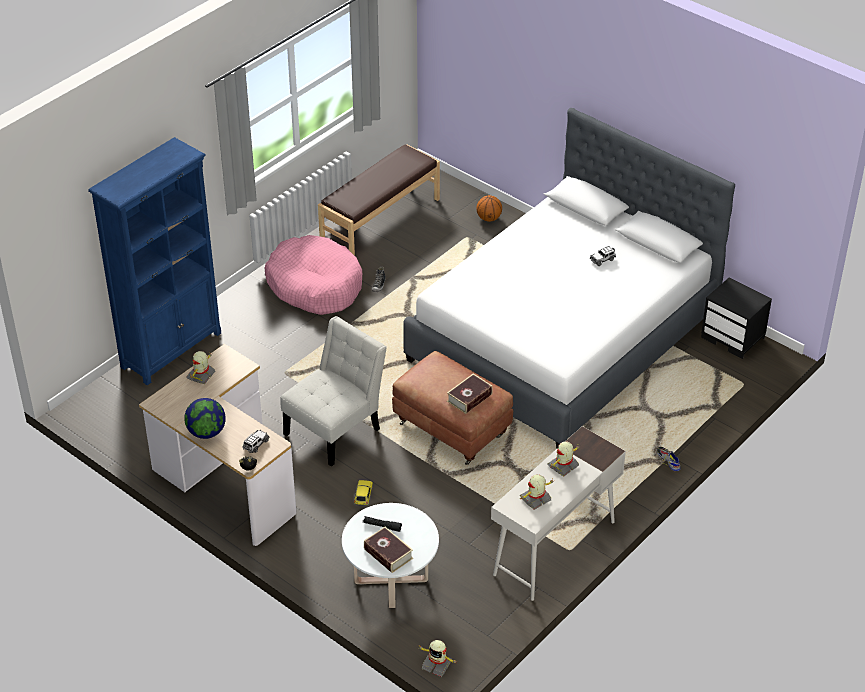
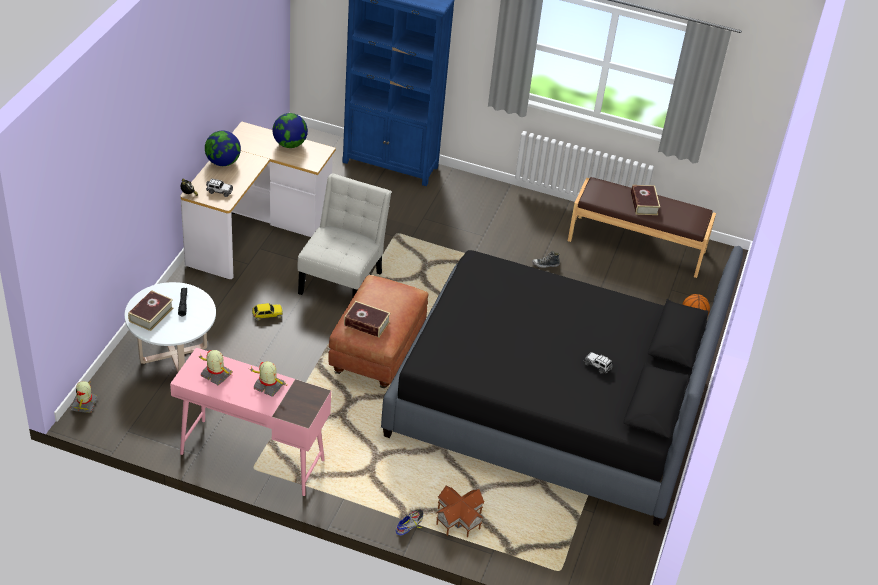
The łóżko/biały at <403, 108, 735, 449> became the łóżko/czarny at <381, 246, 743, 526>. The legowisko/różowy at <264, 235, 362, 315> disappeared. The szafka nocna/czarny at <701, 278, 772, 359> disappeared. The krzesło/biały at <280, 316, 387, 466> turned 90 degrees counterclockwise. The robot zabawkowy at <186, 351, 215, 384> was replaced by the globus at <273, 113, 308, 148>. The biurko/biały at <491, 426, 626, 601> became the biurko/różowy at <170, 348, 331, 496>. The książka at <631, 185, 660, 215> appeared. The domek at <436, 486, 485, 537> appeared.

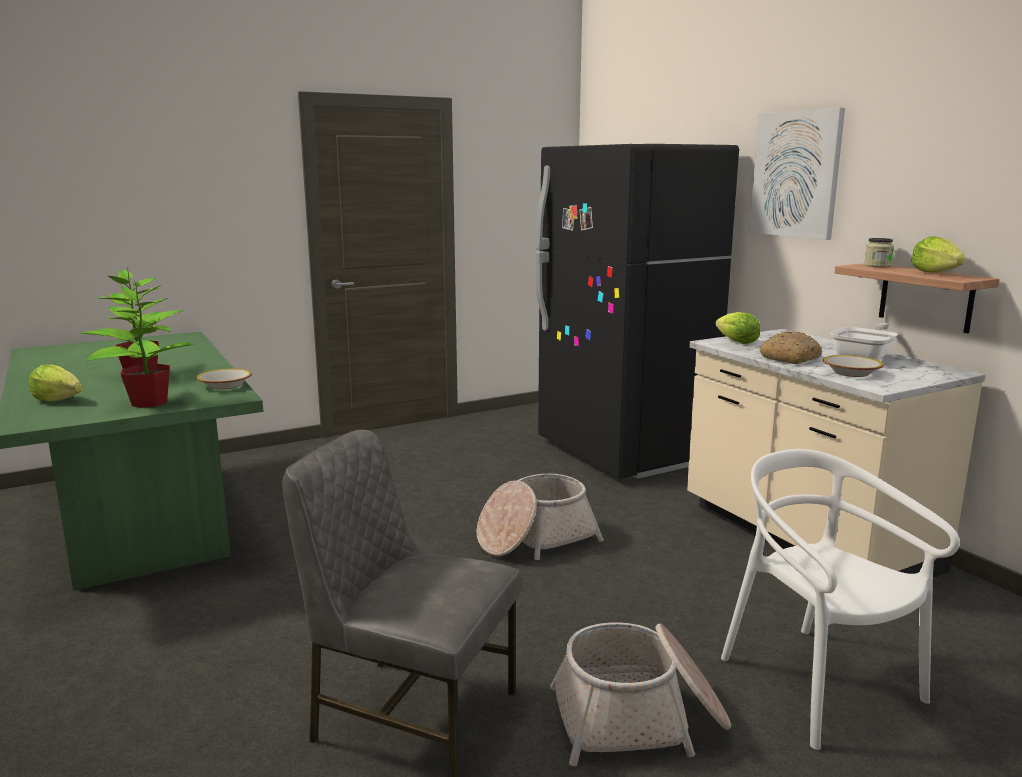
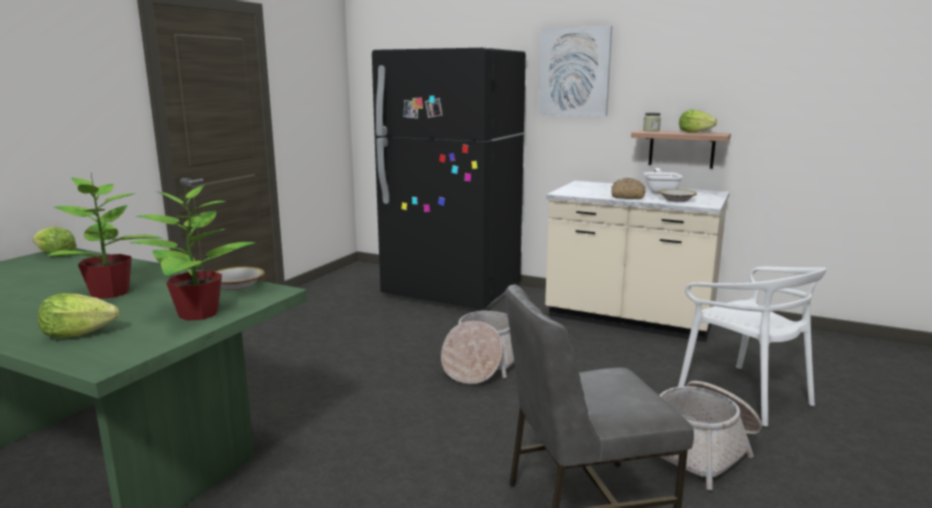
The sałata moved from <715, 312, 760, 344> to <32, 227, 77, 257>. The krzesło/biały at <721, 449, 960, 750> turned 150 degrees counterclockwise.

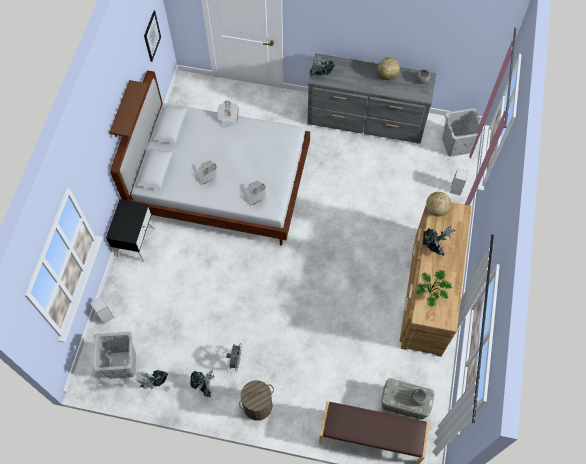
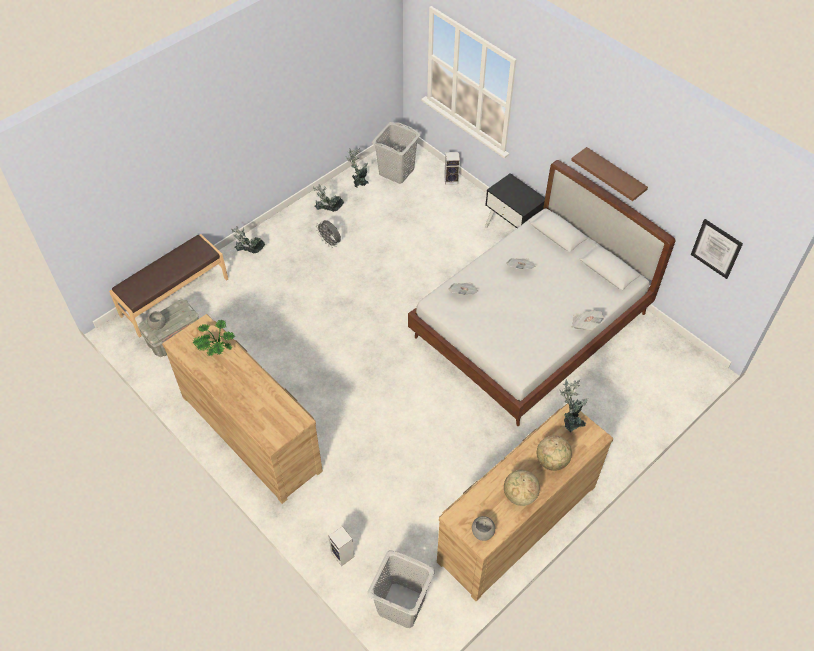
The komoda/szary at <307, 53, 436, 144> became the komoda/brązowy at <437, 403, 613, 601>. The globus moved from <426, 192, 451, 216> to <537, 435, 572, 471>. The roślina doniczkowa moved from <423, 225, 456, 256> to <231, 226, 265, 254>. The kosz na pranie at <239, 380, 274, 421> disappeared.

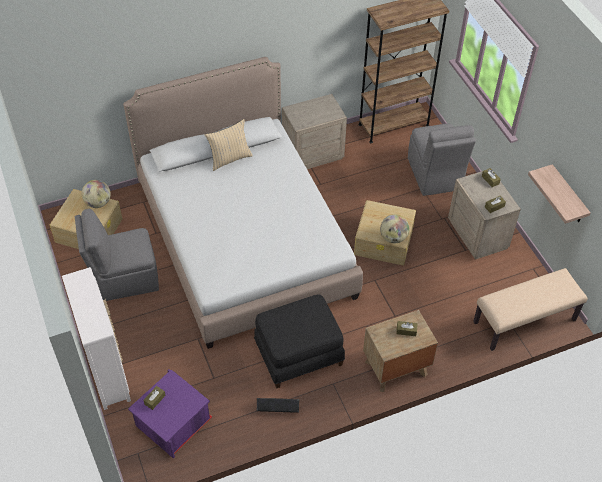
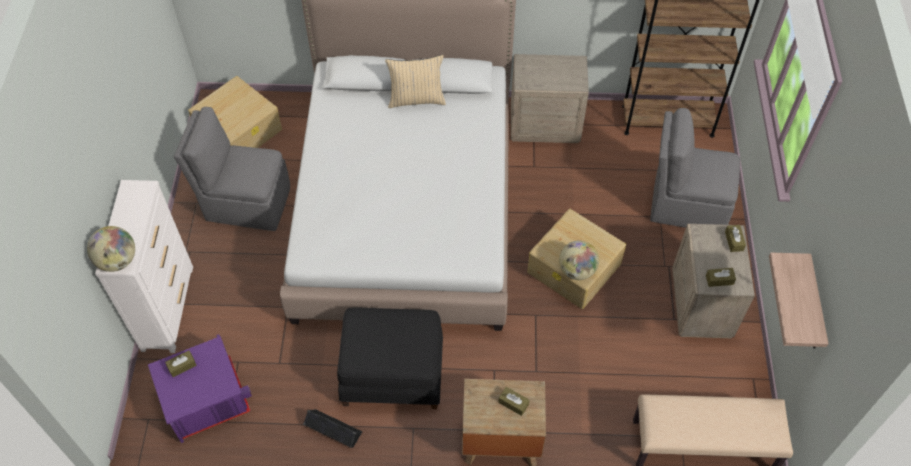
The krzesło/szary at <408, 124, 476, 196> turned 90 degrees clockwise. The globus moved from <82, 180, 111, 208> to <87, 226, 135, 272>.

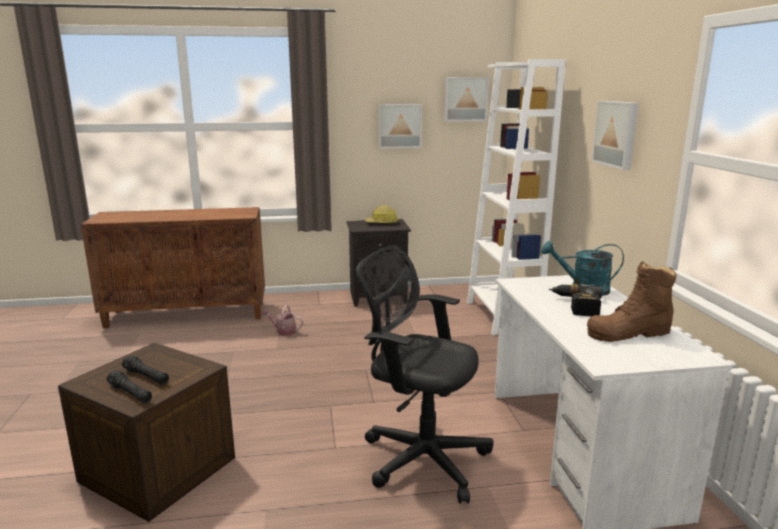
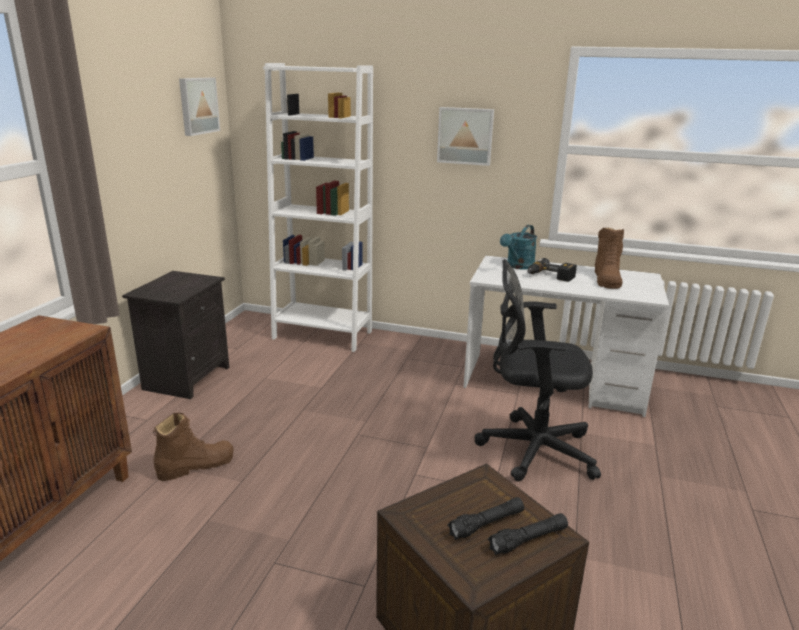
The obraz at <379, 104, 422, 149> disappeared. The kask at <365, 206, 398, 224> disappeared. The krzesło biurowe/czarny at <356, 245, 493, 504> turned 45 degrees clockwise. The konewka at <262, 305, 303, 336> was replaced by the but z cholewką/brązowy at <153, 413, 234, 481>.

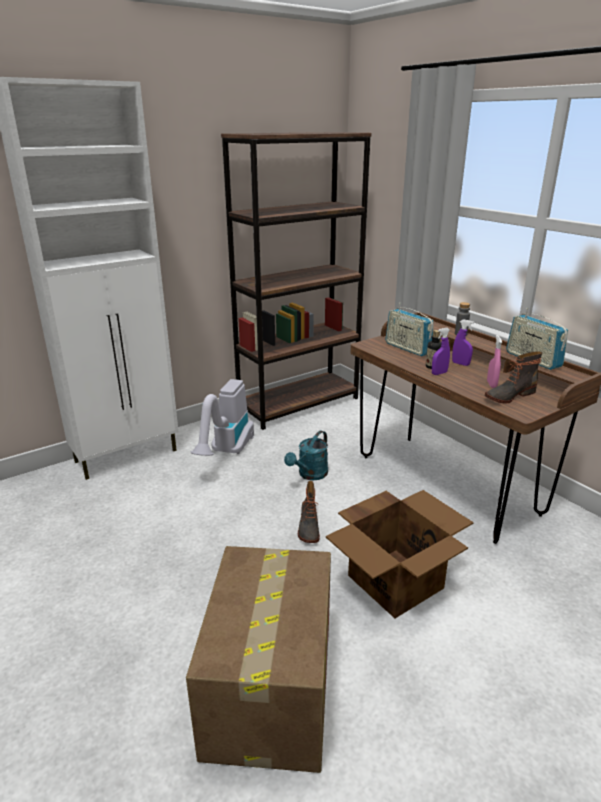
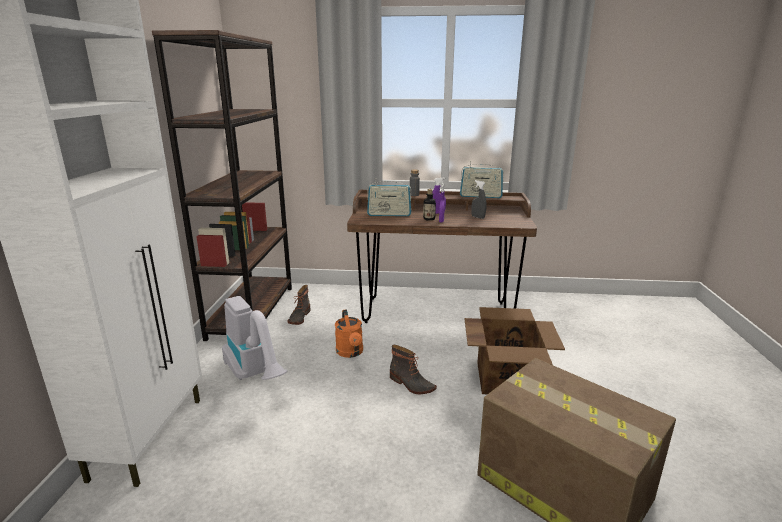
The spryskiwacz/różowy at <487, 335, 502, 388> became the spryskiwacz/szary at <471, 180, 487, 219>. The but z cholewką moved from <485, 351, 542, 404> to <288, 285, 311, 325>. The konewka/turkusowy at <284, 430, 328, 480> became the konewka/pomarańczowy at <335, 309, 363, 358>.

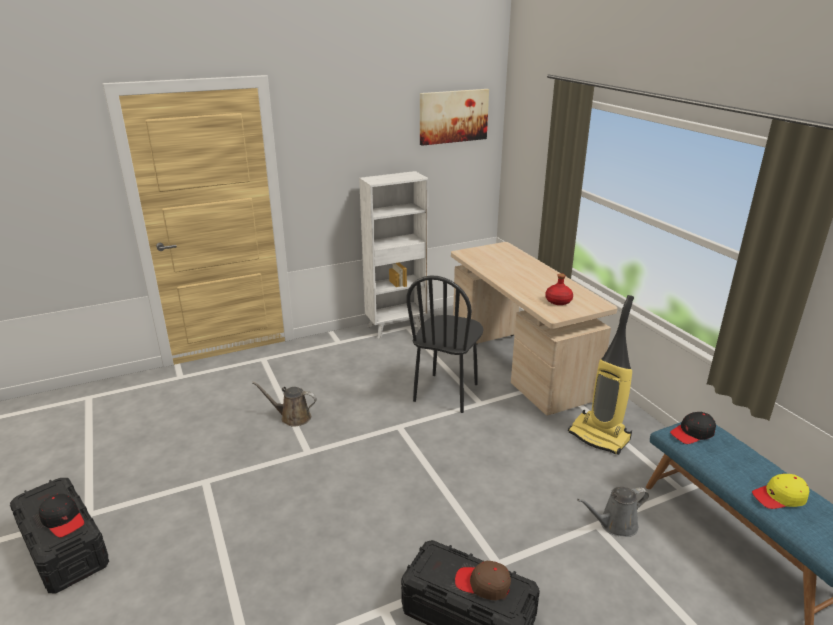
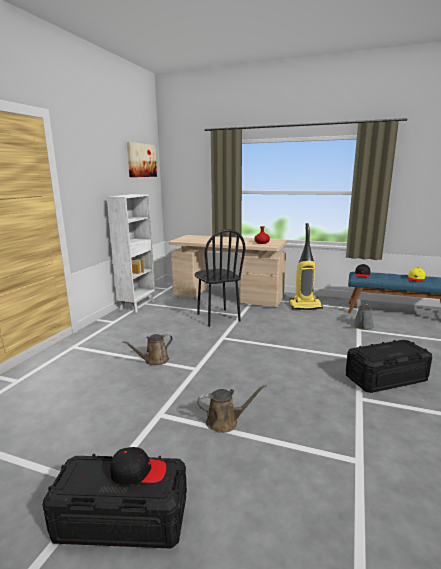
The czapka z daszkiem/brązowy at <455, 561, 511, 600> disappeared. The konewka/brązowy at <197, 384, 266, 433> appeared.

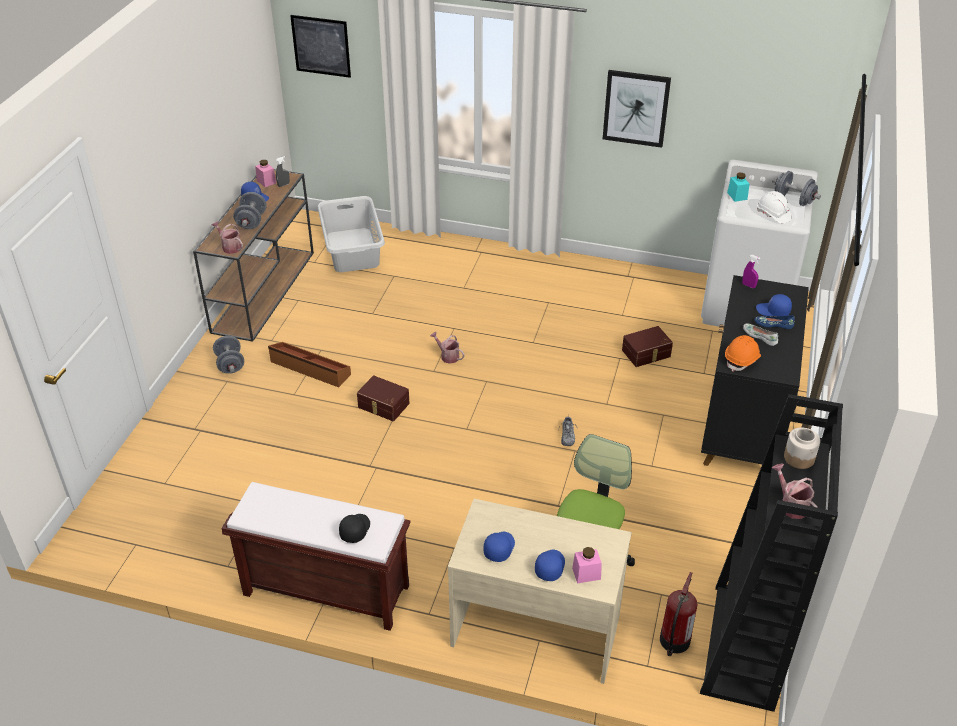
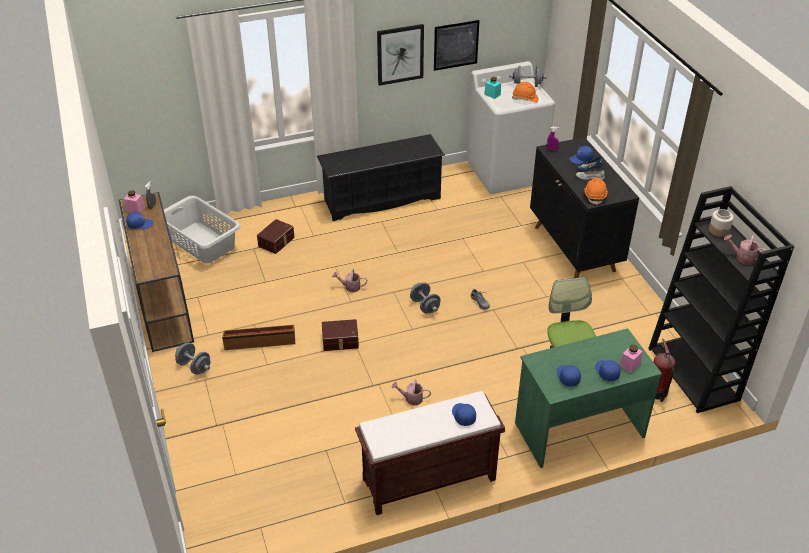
The obraz moved from <290, 15, 351, 78> to <434, 20, 479, 71>. The kask/biały at <757, 191, 792, 224> became the kask/pomarańczowy at <512, 82, 539, 103>. The hantel/szary moved from <233, 192, 267, 229> to <410, 282, 441, 313>. The konewka moved from <212, 221, 243, 254> to <392, 379, 431, 406>. The pojemnik do przechowywania/brązowy moved from <622, 326, 673, 367> to <257, 219, 294, 254>. The biurko/beżowy at <448, 499, 632, 684> became the biurko/zielony at <515, 328, 662, 468>. The czapka z daszkiem/czarny at <339, 514, 370, 543> became the czapka z daszkiem/niebieski at <452, 403, 476, 426>. The regał na buty/czarny at <317, 134, 445, 221> appeared.

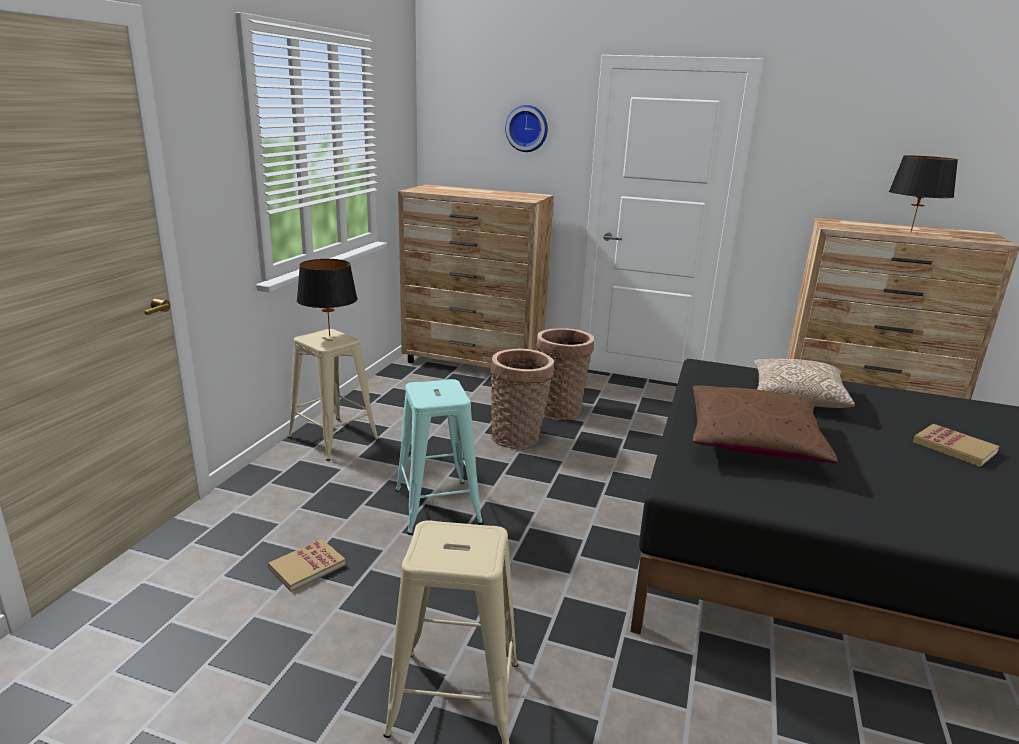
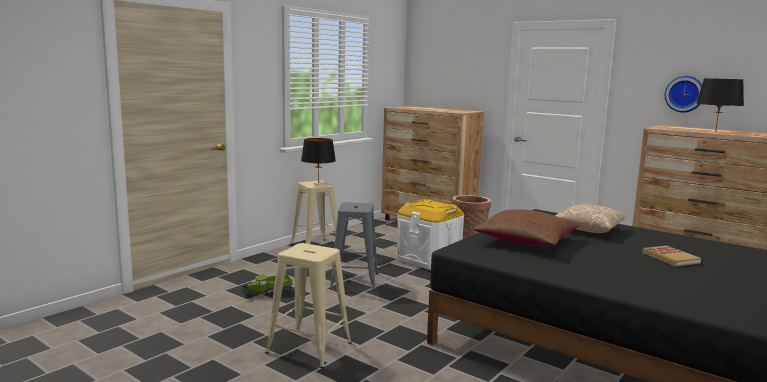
The zegar ścienny moved from <505, 105, 548, 152> to <665, 76, 702, 113>. The koszyk at <490, 349, 554, 448> was replaced by the pojemnik do przechowywania/biały at <396, 199, 464, 270>. The stołek/turkusowy at <395, 379, 483, 535> became the stołek/szary at <329, 202, 379, 291>. The książka at <268, 539, 346, 592> was replaced by the ciężarówka zabawkowa at <242, 274, 293, 299>.

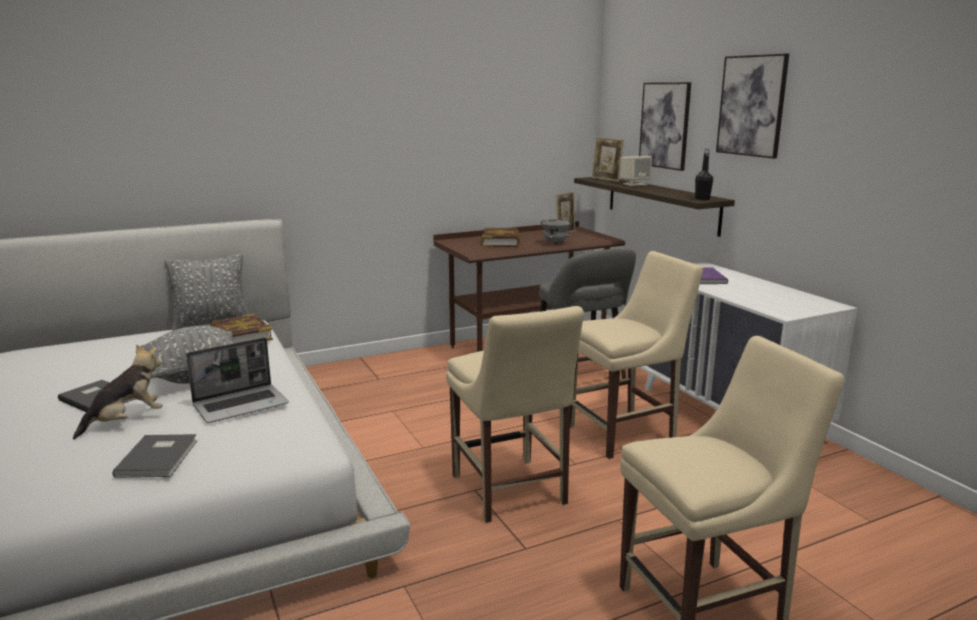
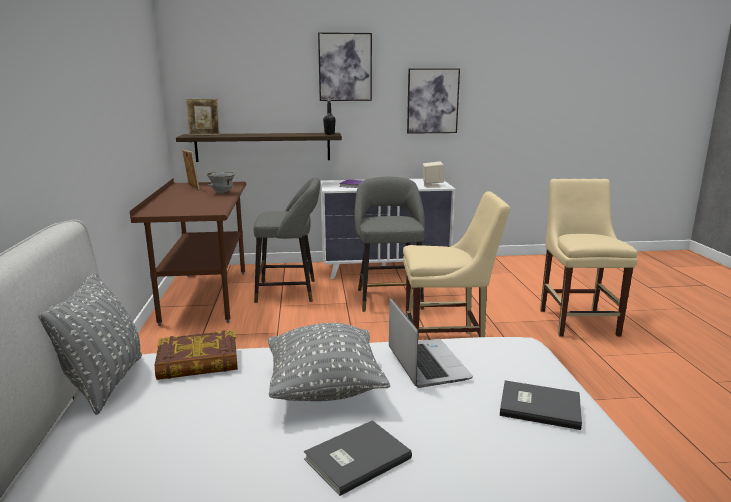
The obraz moved from <639, 82, 691, 171> to <407, 68, 460, 134>. The głośnik/beżowy moved from <621, 156, 652, 186> to <422, 161, 445, 188>. The książka at <482, 228, 520, 247> disappeared. The krzesło/beżowy at <570, 251, 703, 459> was replaced by the stołek/szary at <354, 177, 425, 312>. The pluszak at <73, 344, 163, 439> disappeared.

